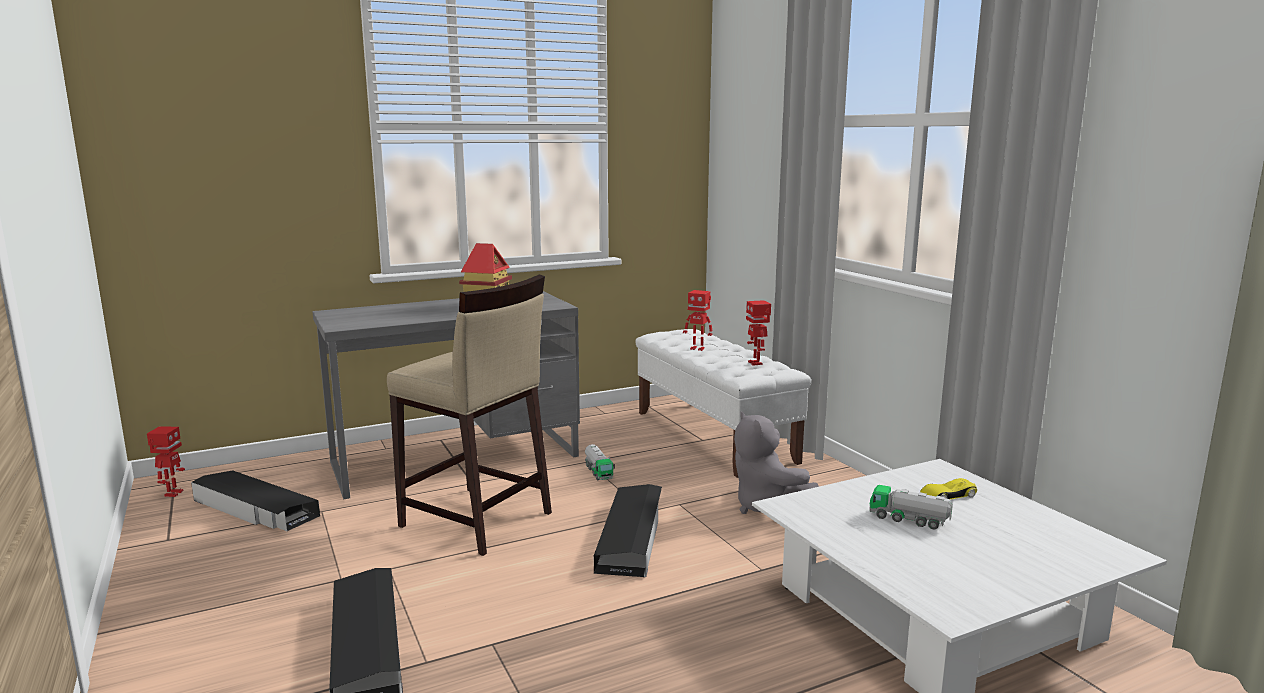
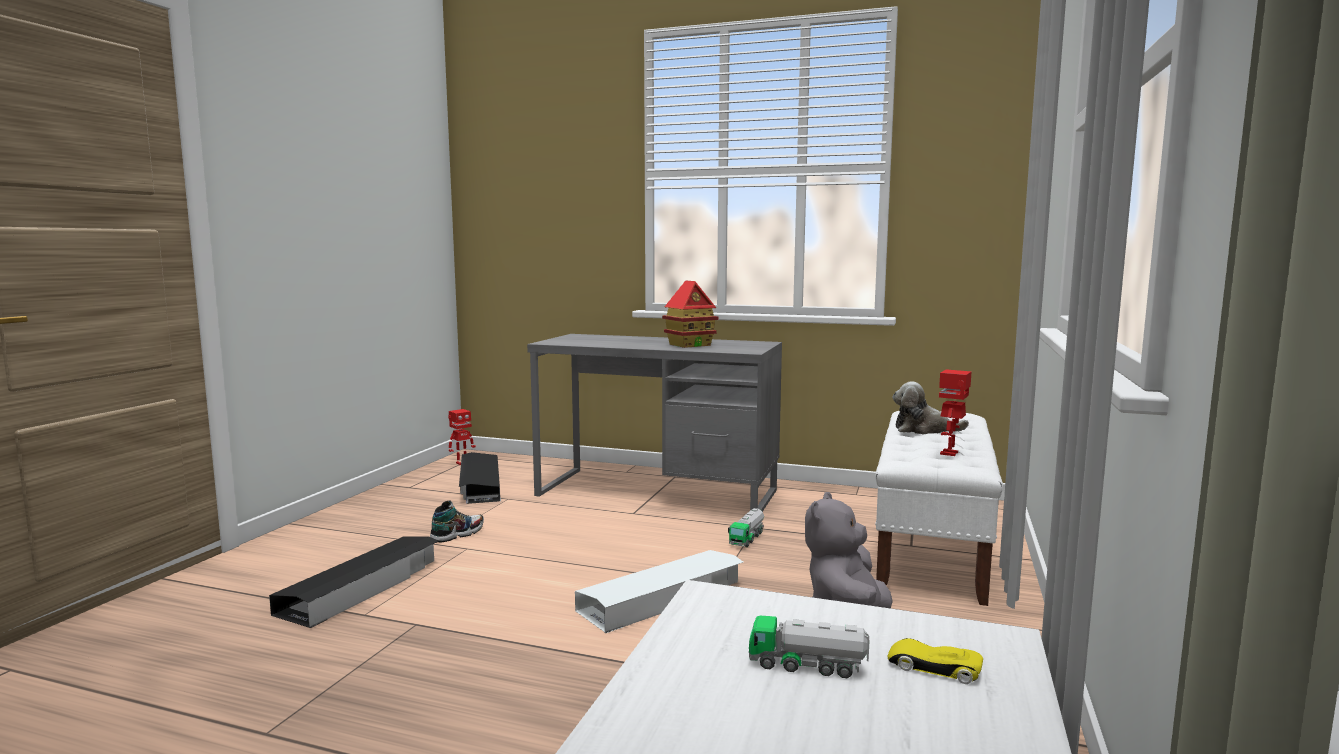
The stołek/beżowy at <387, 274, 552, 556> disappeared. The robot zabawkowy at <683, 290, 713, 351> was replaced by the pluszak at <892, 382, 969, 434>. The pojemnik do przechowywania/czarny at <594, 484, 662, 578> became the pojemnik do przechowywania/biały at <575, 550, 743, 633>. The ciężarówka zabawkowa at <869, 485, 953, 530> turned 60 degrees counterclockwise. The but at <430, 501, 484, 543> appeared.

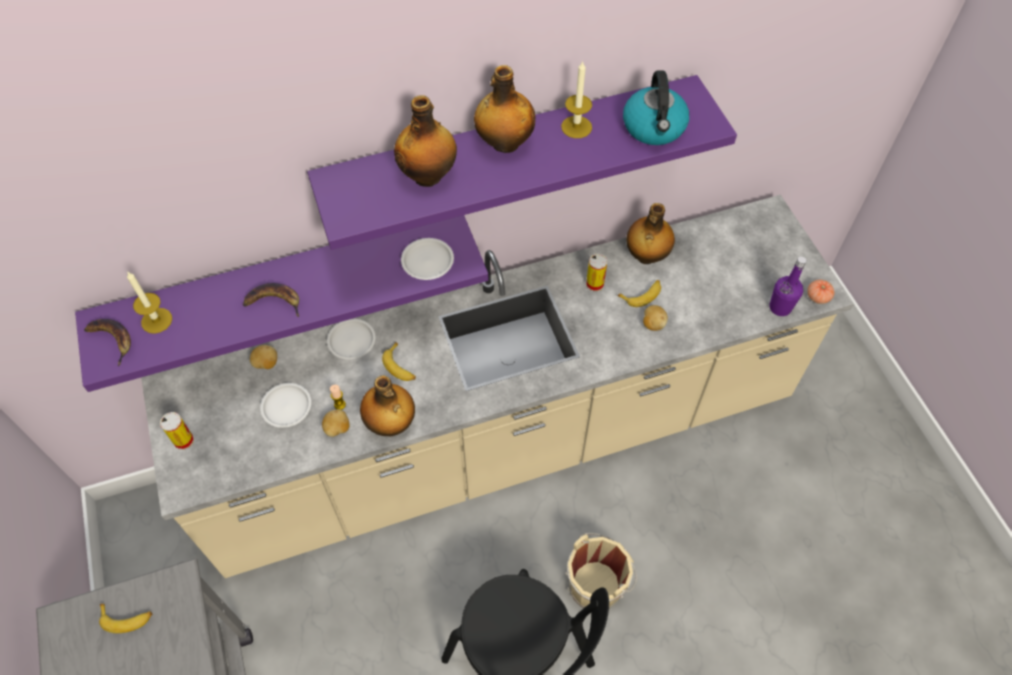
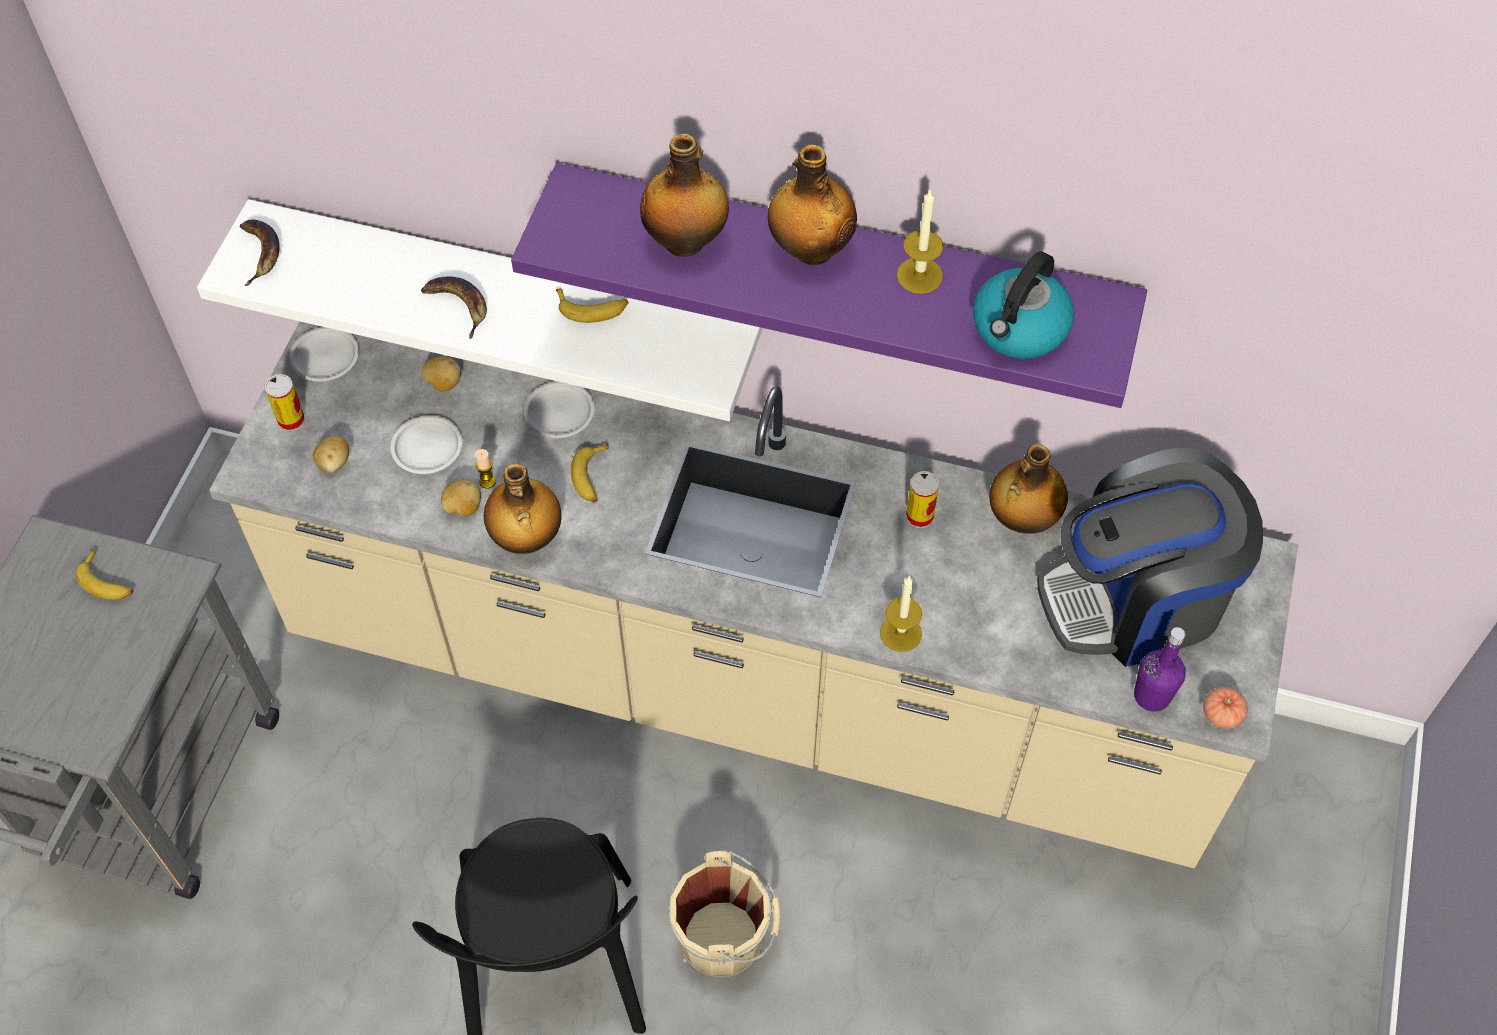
The półka/fioletowy at <75, 215, 488, 392> became the półka/biały at <197, 199, 763, 421>. The talerz/biały moved from <401, 238, 454, 280> to <289, 327, 359, 382>. The świeca moved from <127, 271, 172, 334> to <880, 575, 922, 652>. The banan moved from <617, 280, 661, 307> to <556, 288, 629, 323>. The ziemniak moved from <643, 305, 668, 331> to <313, 435, 349, 473>. The ekspres do kawy at <1037, 448, 1263, 667> appeared.

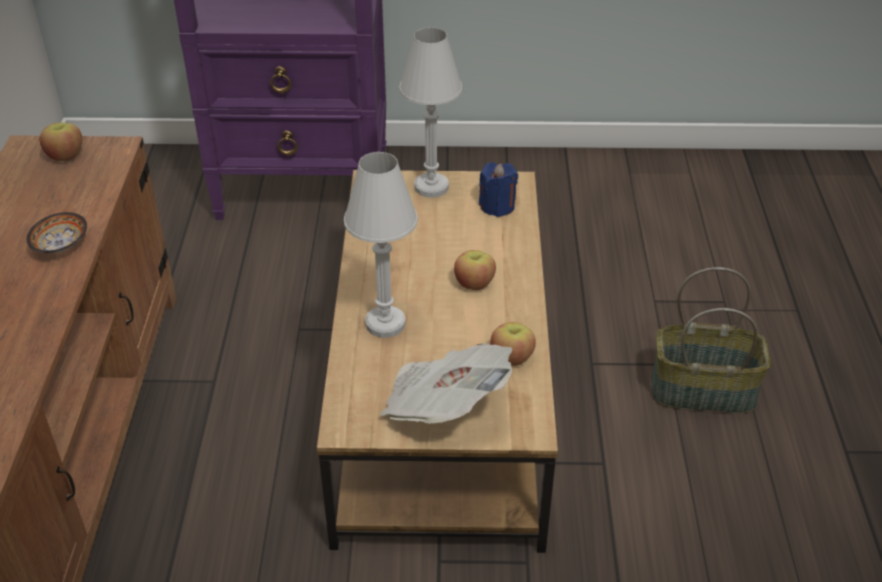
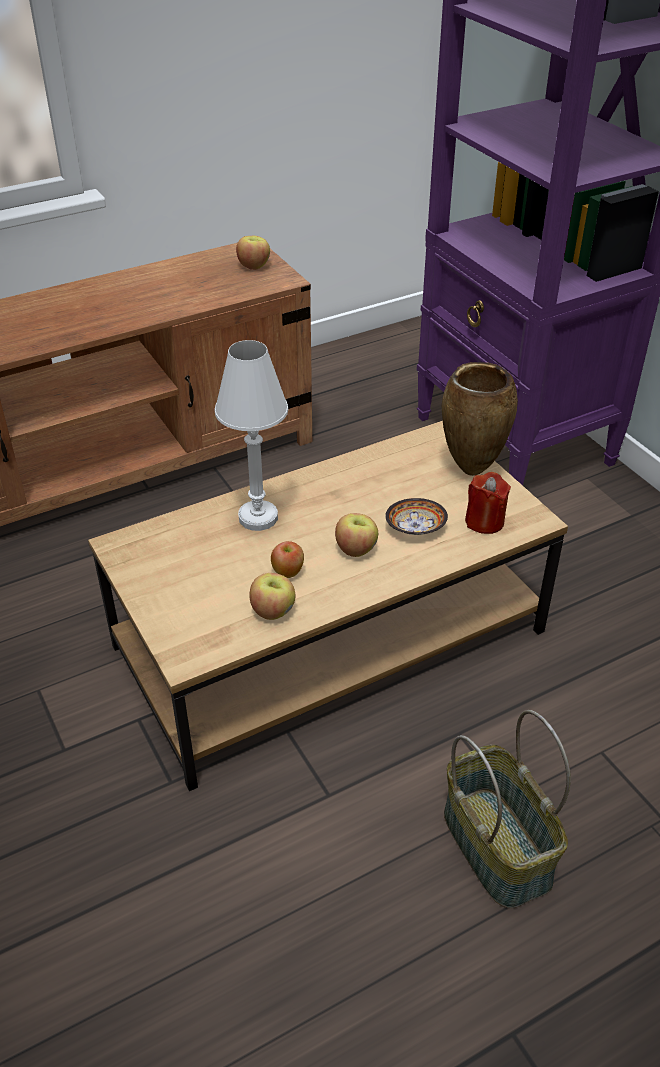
The lampa stołowa/biały at <399, 27, 462, 198> was replaced by the wazon/brązowy at <442, 362, 518, 476>. The świeca/niebieski at <479, 162, 518, 217> became the świeca/czerwony at <465, 472, 511, 534>. The miska moved from <26, 212, 87, 253> to <385, 498, 448, 535>. The gazeta at <380, 343, 513, 424> disappeared. The jabłko at <271, 541, 304, 578> appeared.

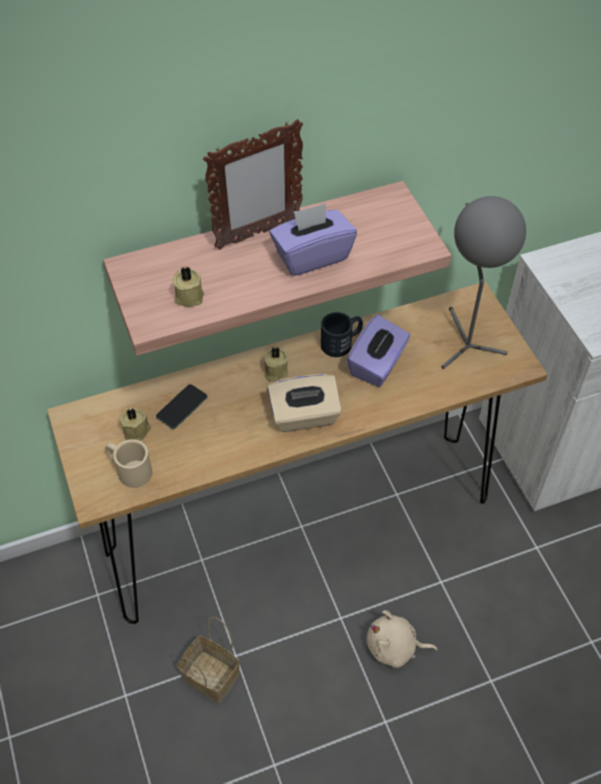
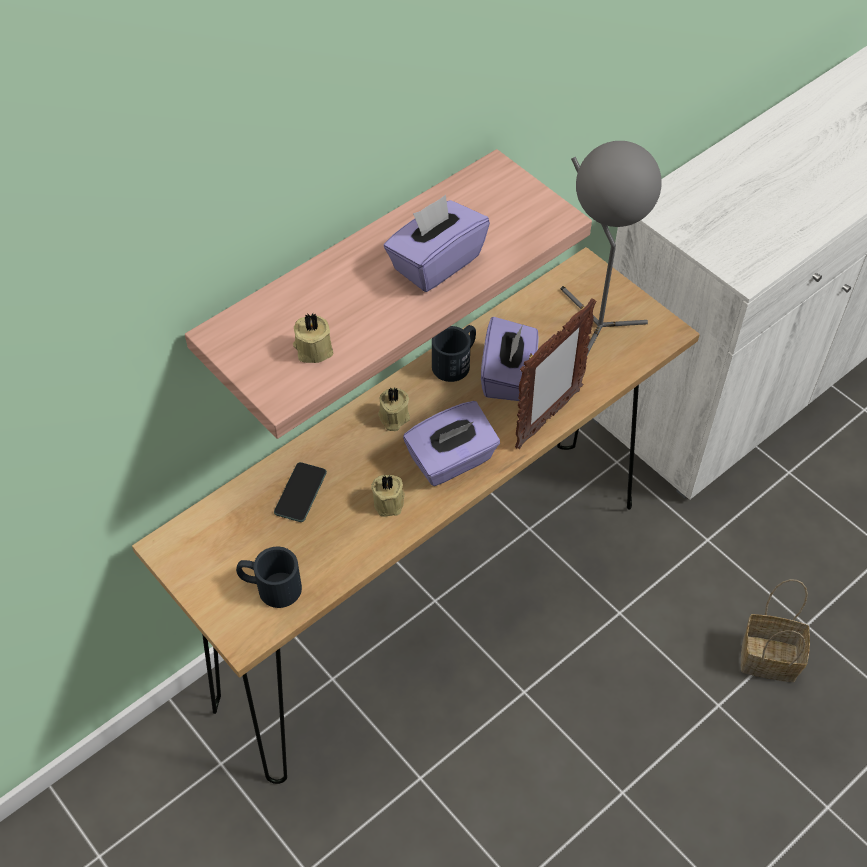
The ramka na zdjęcie moved from <203, 119, 303, 250> to <515, 299, 596, 449>. The pudełko chusteczek/beżowy at <267, 374, 342, 432> became the pudełko chusteczek/fioletowy at <403, 401, 500, 486>. The świeca/beżowy moved from <120, 408, 151, 441> to <371, 475, 405, 517>. The kubek/beżowy at <105, 439, 152, 488> became the kubek/czarny at <236, 547, 302, 608>. The pluszak/beżowy at <367, 610, 438, 668> disappeared. The koszyk moved from <177, 617, 240, 703> to <741, 579, 810, 682>.

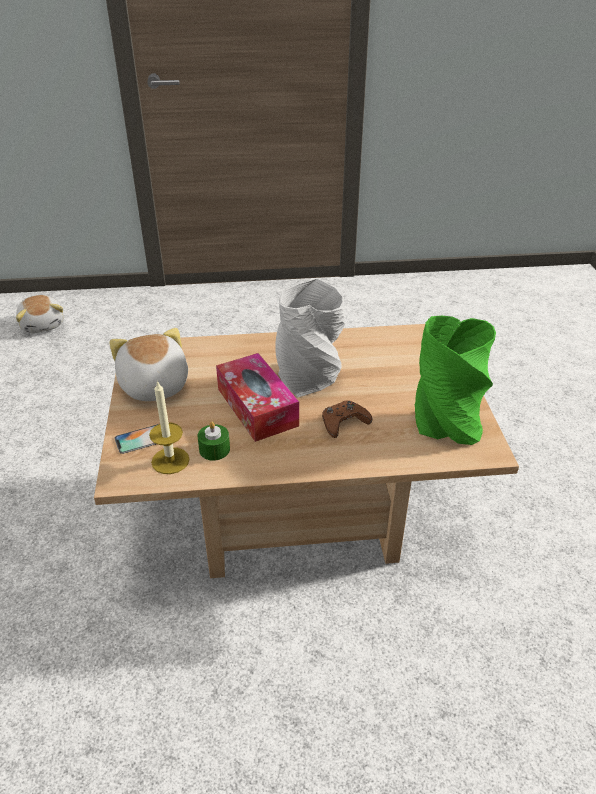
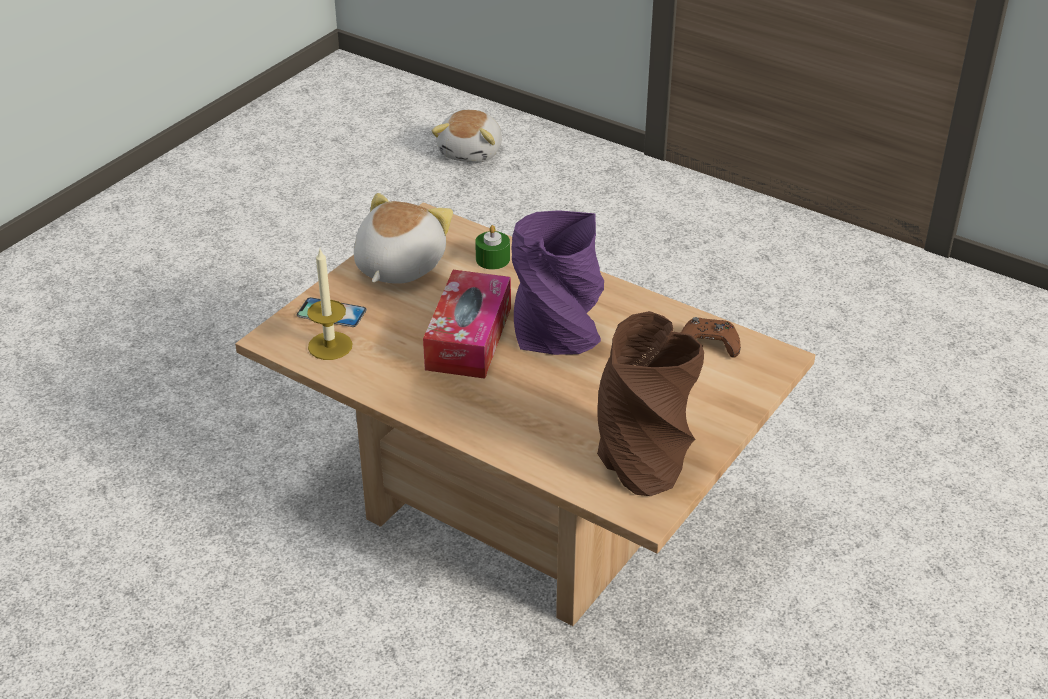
The wazon/szary at <275, 278, 345, 397> became the wazon/fioletowy at <511, 210, 604, 355>. The wazon/zielony at <415, 316, 496, 445> became the wazon/brązowy at <597, 311, 704, 496>. The pad do gier/brązowy moved from <322, 400, 372, 438> to <681, 317, 741, 358>. The świeca/zielony moved from <197, 422, 230, 461> to <475, 225, 510, 270>.

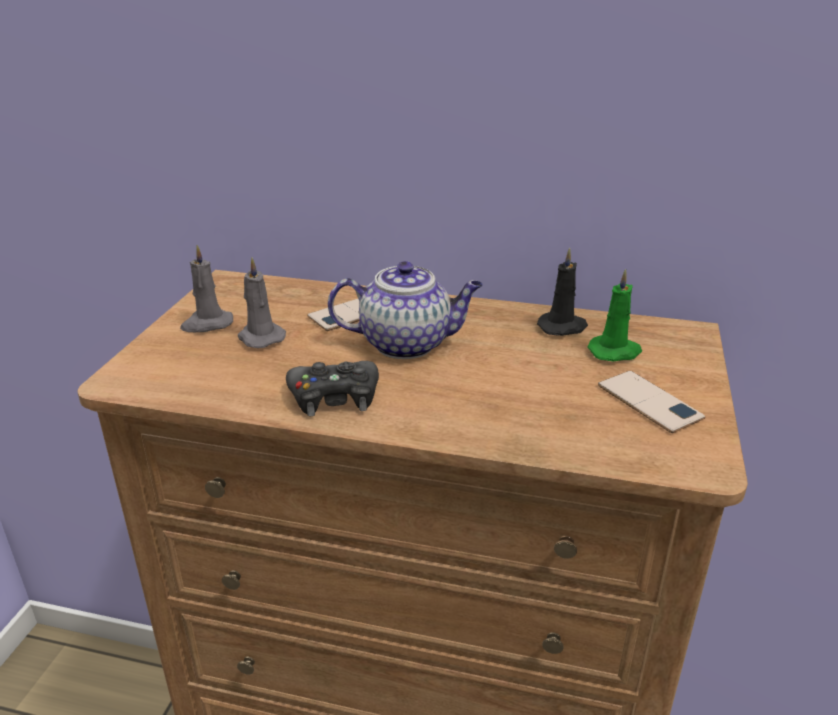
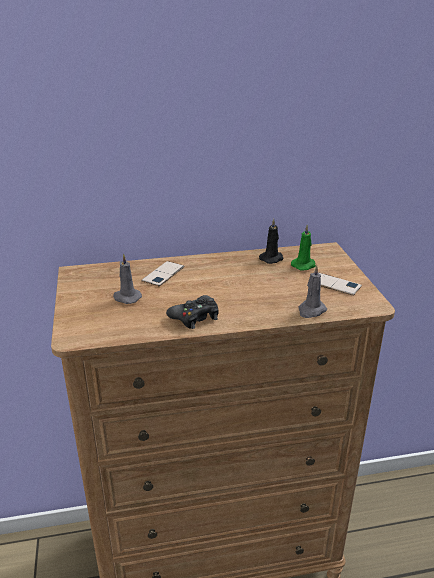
The świeca/szary moved from <180, 245, 233, 332> to <298, 265, 327, 318>. The imbryk at <328, 261, 483, 359> disappeared.

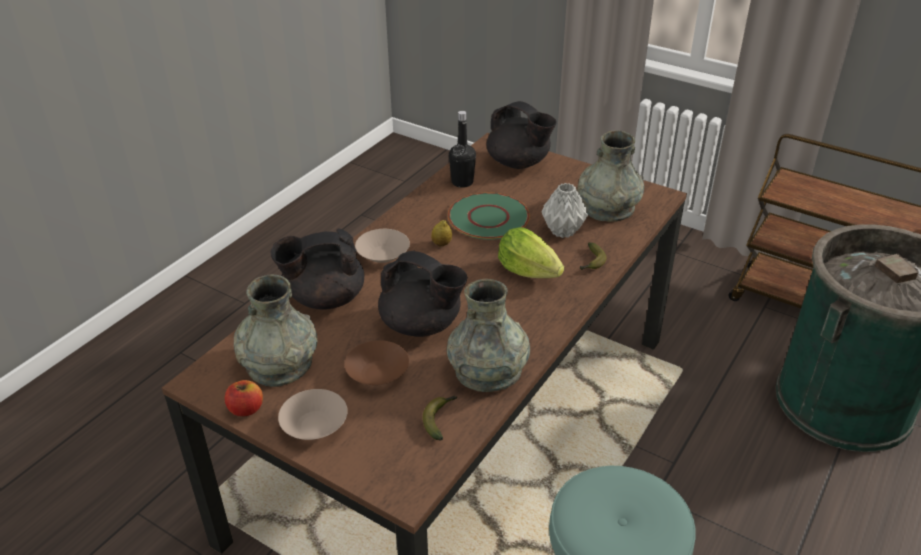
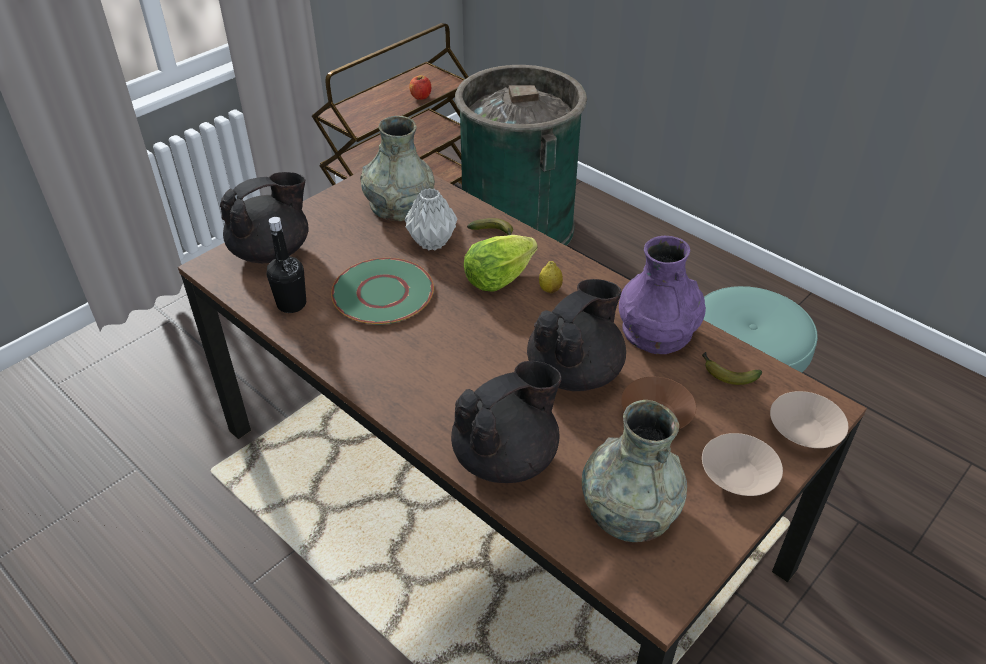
The cytryna moved from <431, 220, 452, 246> to <539, 261, 563, 293>. The imbryk/czarny at <270, 228, 364, 310> turned 120 degrees counterclockwise. The miska/beżowy moved from <355, 229, 410, 263> to <770, 391, 848, 448>. The wazon/szary at <447, 279, 530, 392> became the wazon/fioletowy at <619, 236, 706, 354>. The jabłko moved from <225, 380, 263, 417> to <409, 75, 431, 100>.

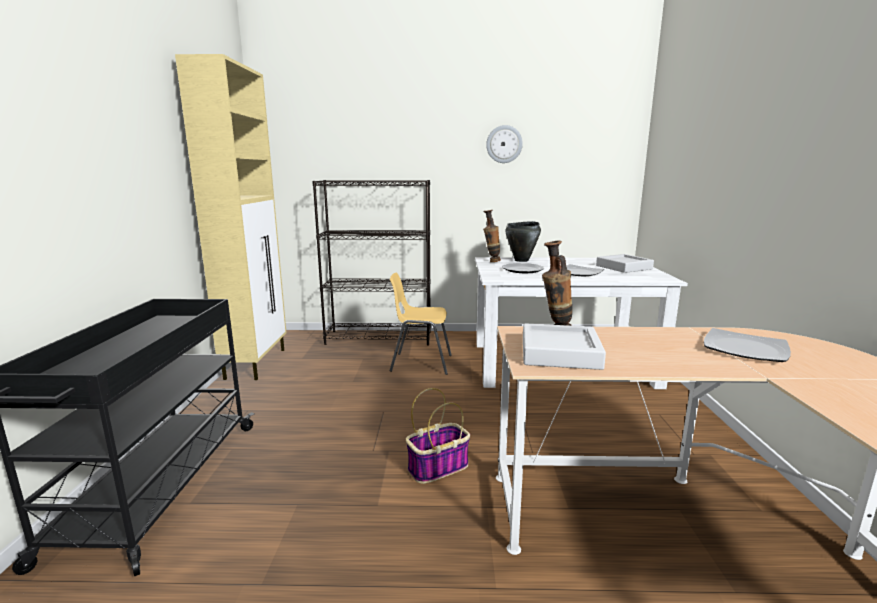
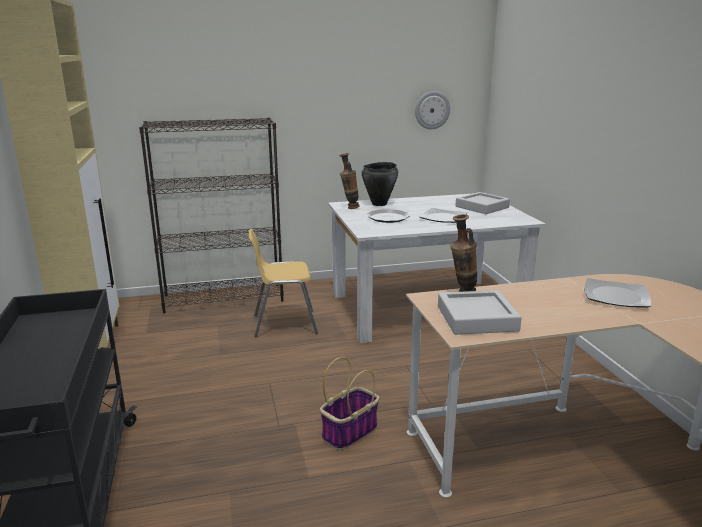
The zegar ścienny moved from <486, 125, 523, 163> to <415, 91, 450, 129>.

